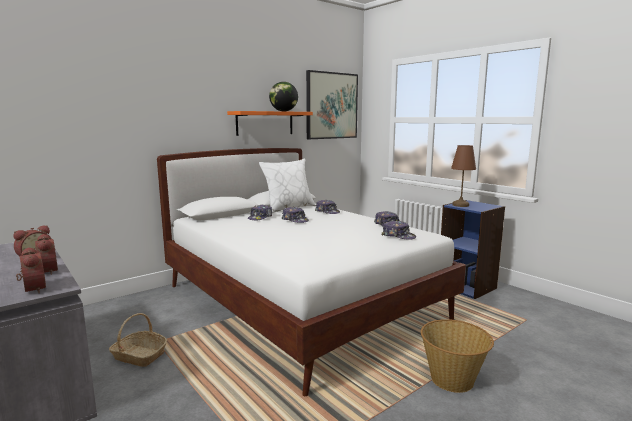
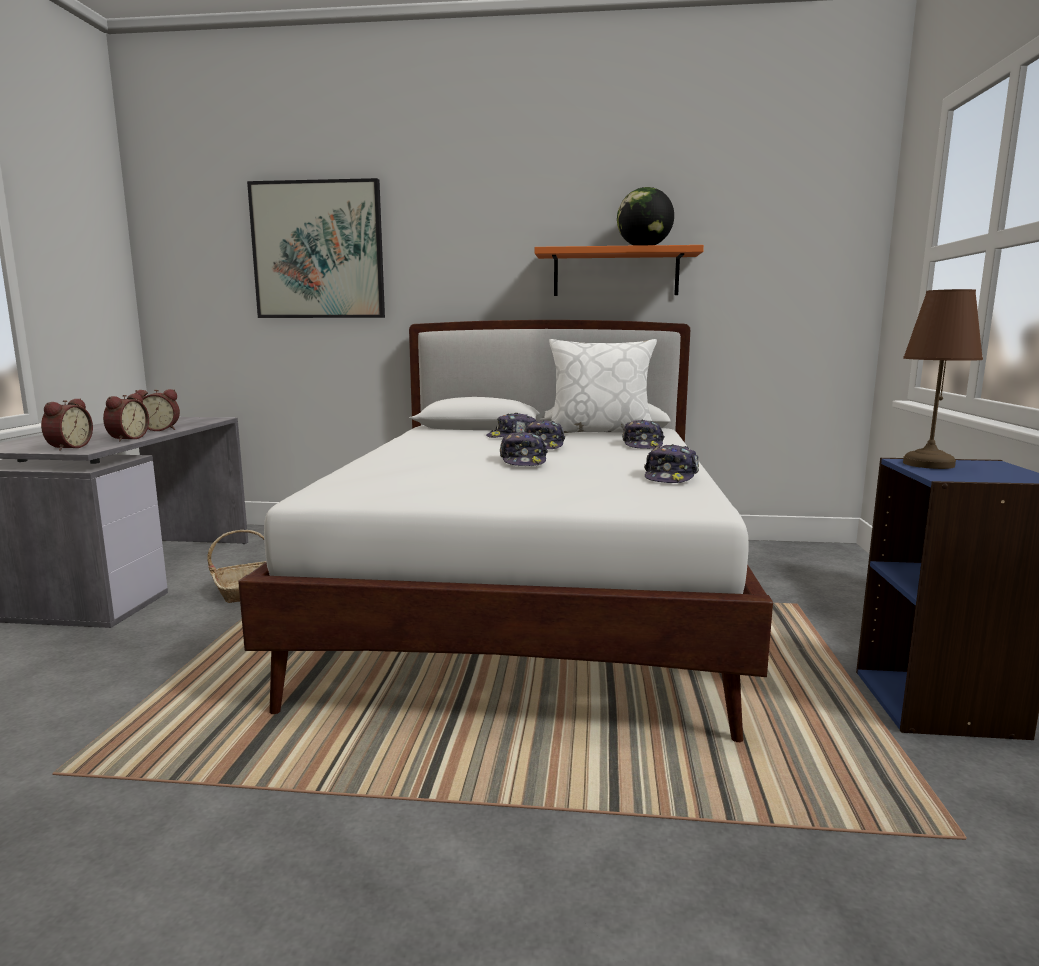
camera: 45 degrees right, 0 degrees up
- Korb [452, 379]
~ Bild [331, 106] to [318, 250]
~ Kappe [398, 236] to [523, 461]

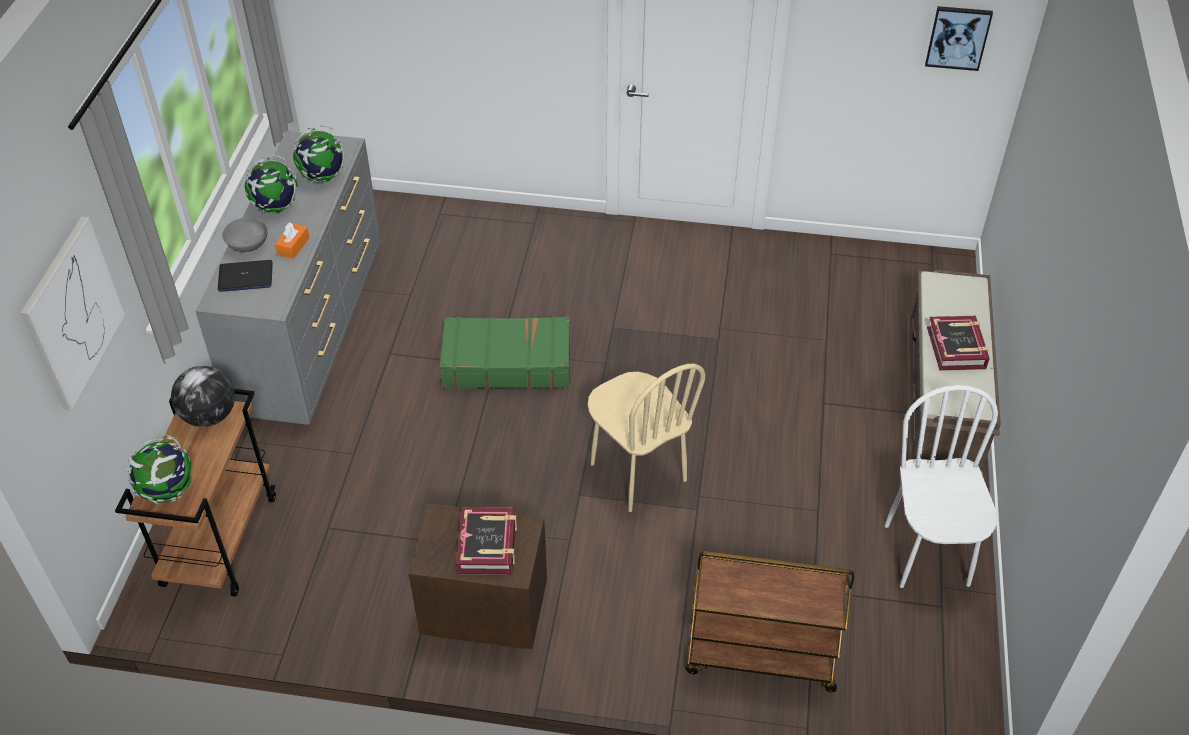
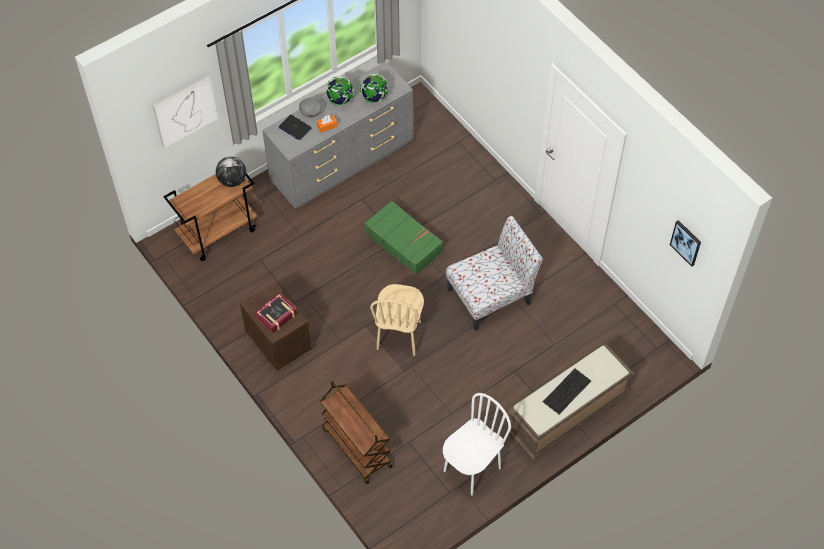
camera: 45 degrees right, 10 degrees up
- Globus [168, 490]
+ Stuhl [491, 296]
~ Buch [957, 348] to Tastatur [566, 391]

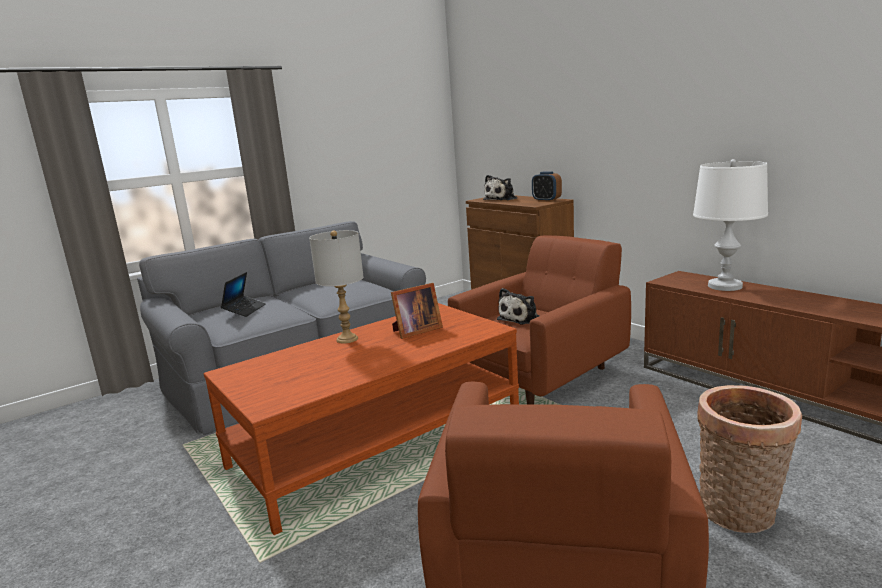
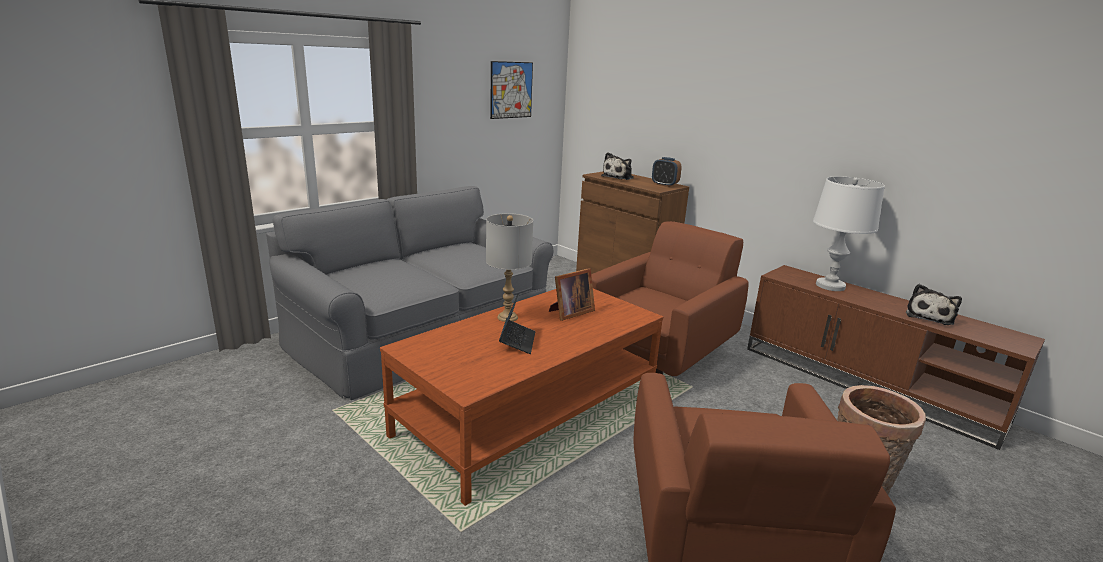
camera: 10 degrees left, 5 degrees up
+ Bild [511, 90]
~ Laptop [244, 310] to [517, 341]
~ Plüschtier [521, 318] to [929, 316]

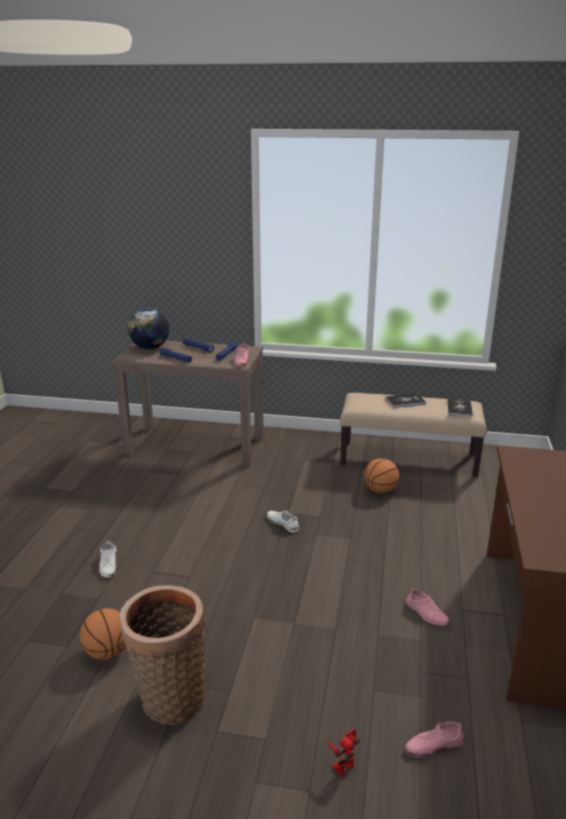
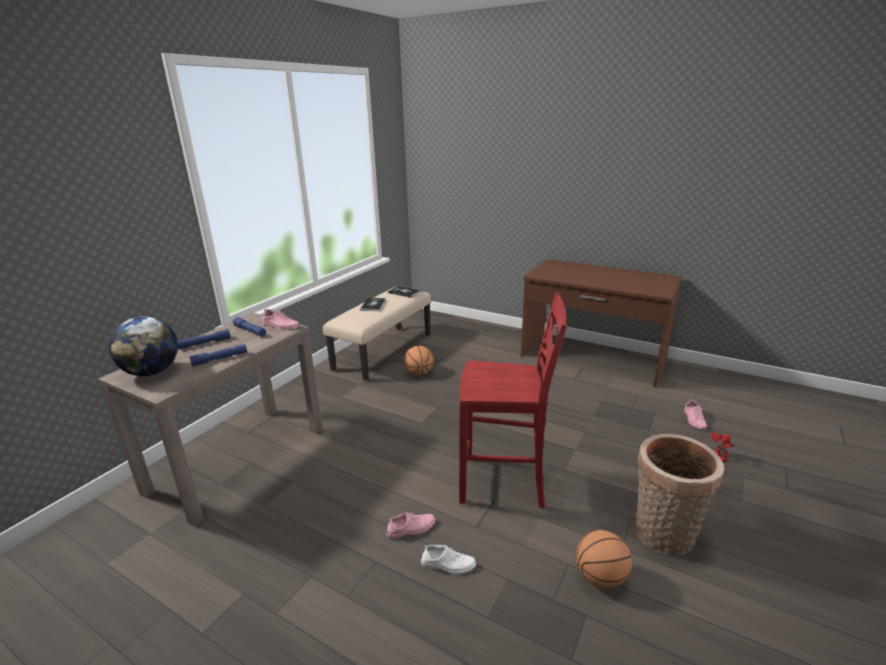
camera: 70 degrees left, 0 degrees up
- Schuh [weiß] [282, 523]
+ Stuhl [rot] [505, 483]
~ Schuh [rosa] [426, 613] to [411, 528]

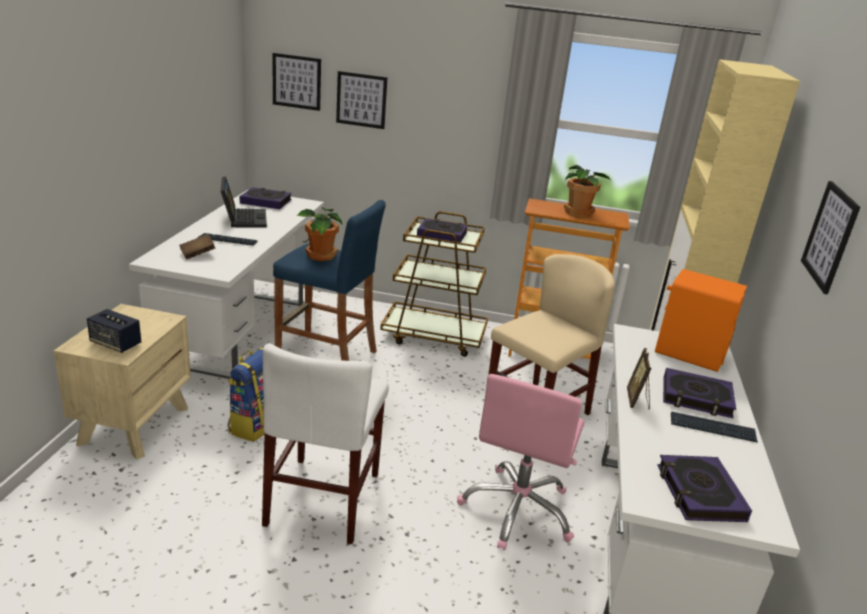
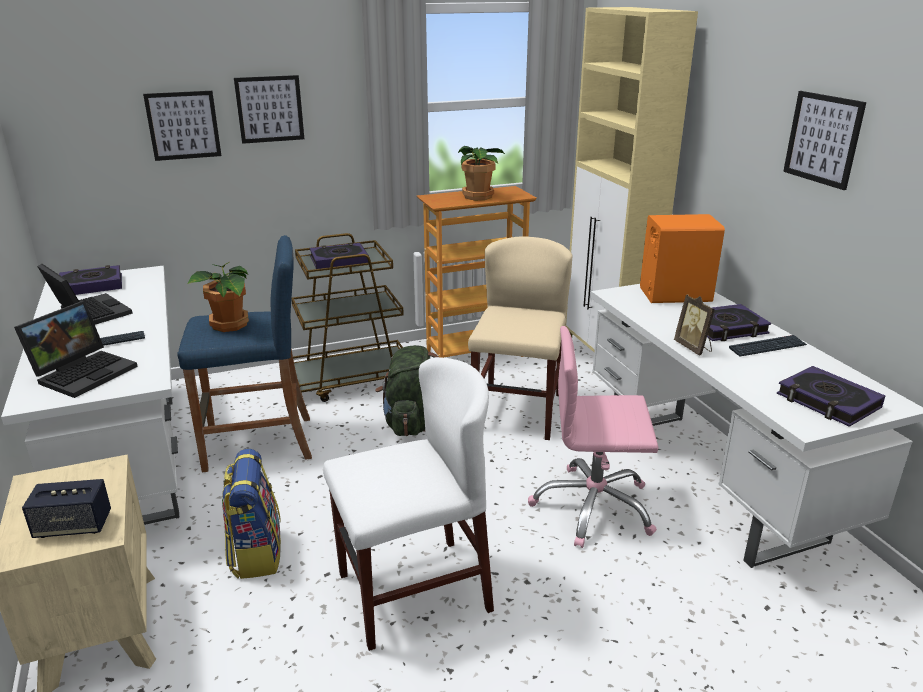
camera: 30 degrees left, 0 degrees up
+ Rucksack [grün] [412, 423]
~ Bild [296, 81] to [269, 109]
~ Buch [braun] [197, 254] to Laptop [85, 372]
~ Stuhl [weiß] [323, 498] = [413, 592] 90 degrees counterclockwise
~ Bürostuhl [rosa] [518, 510] = [593, 507] 105 degrees clockwise

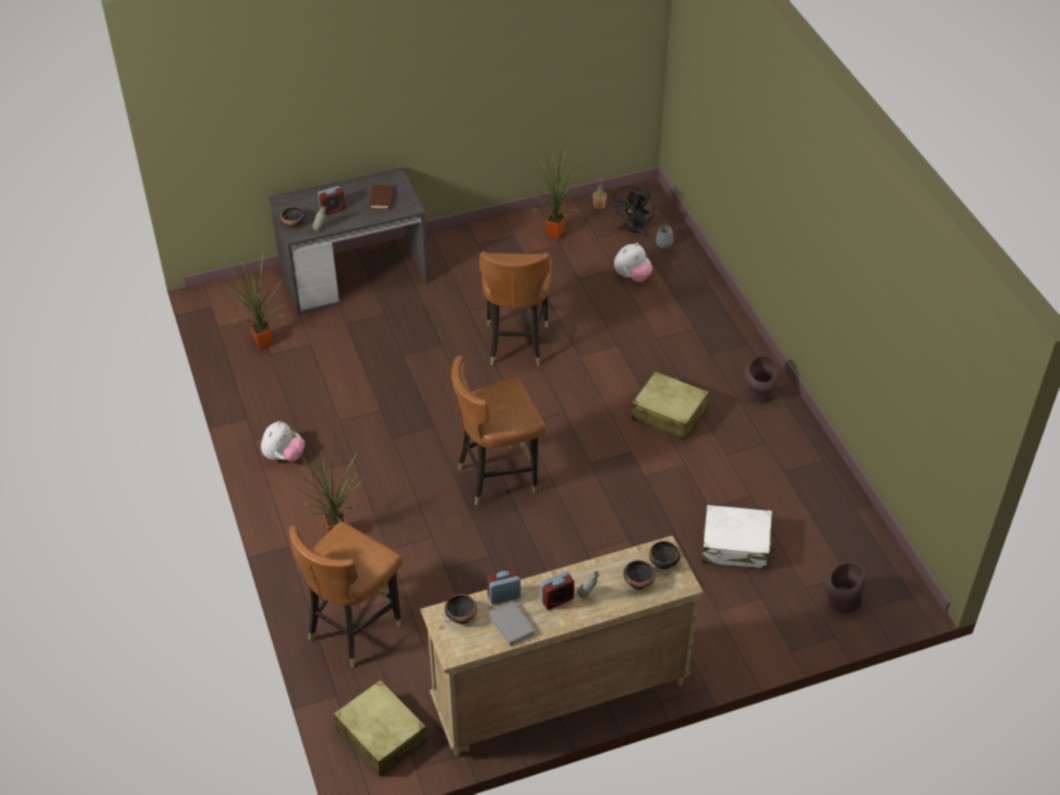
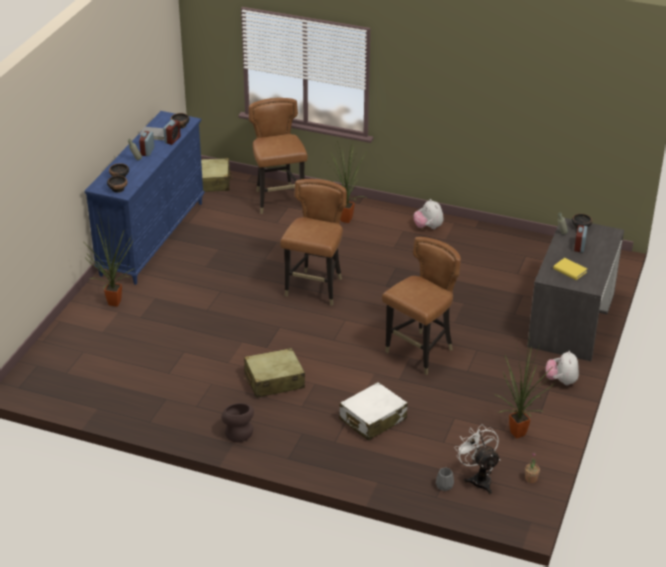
camera: 130 degrees right, 10 degrees down
- Vase [braun] [840, 600]
~ Topfpflanze [260, 345] to [116, 302]
~ Plüschtier [632, 277] to [561, 381]
~ Koffer [weiß] [736, 545] to [372, 419]
~ Buch [braun] [382, 199] to Buch [gelb] [569, 270]
~ Kommode [beige] [559, 694] to Kommode [blau] [153, 238]
~ Ventilator [schwarz] [633, 231] to Ventilator [weiß] [478, 478]
~ Stuhl [braun] [516, 343] = [420, 353] 90 degrees clockwise

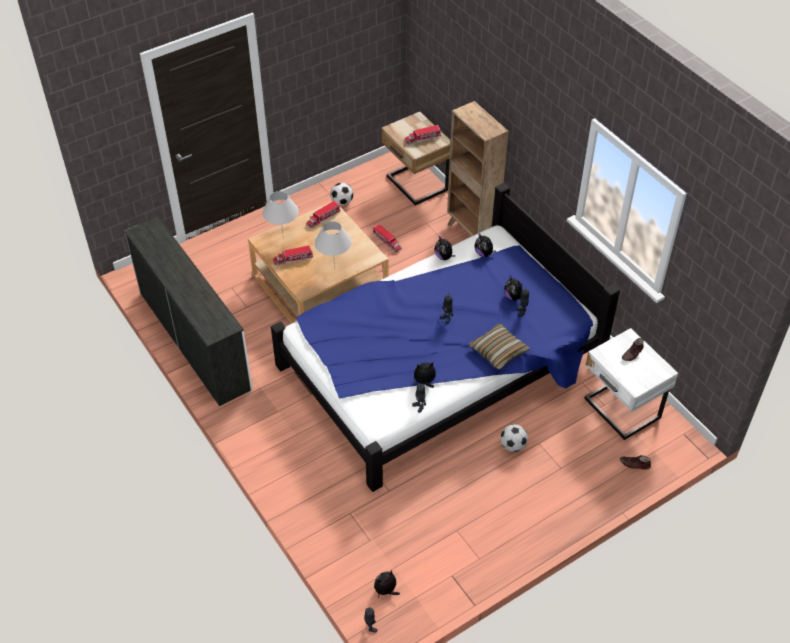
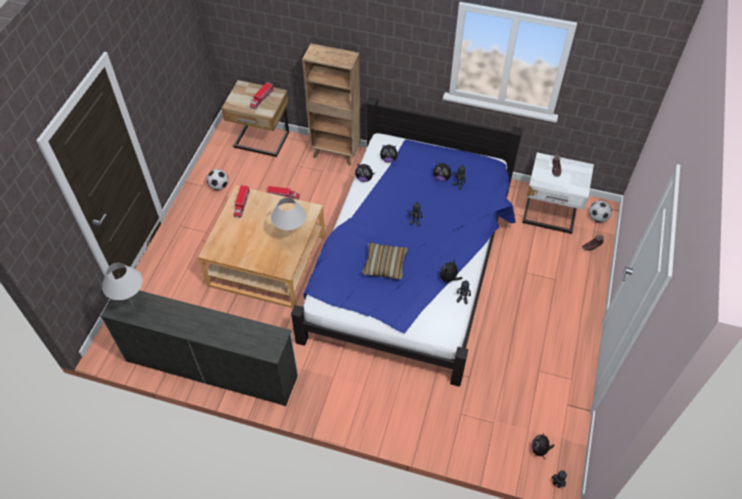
camera: 40 degrees left, 5 degrees up
- Spielzeuglaster [293, 259]
~ Tischlampe [weiß] [283, 239] to [132, 305]
~ Kissen [498, 351] to [385, 265]
~ Fußball [513, 446] to [597, 218]

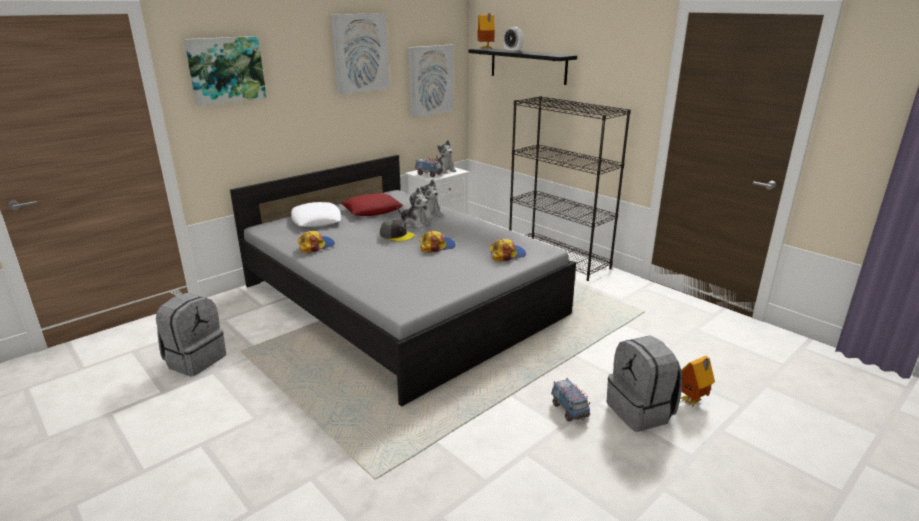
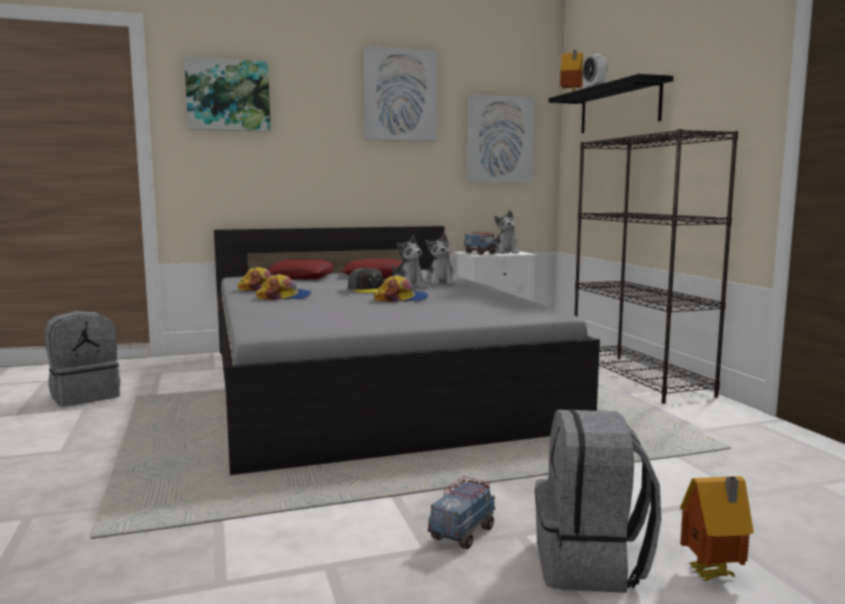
camera: 25 degrees right, 15 degrees down
~ Kappe [507, 254] to [285, 297]
~ Kissen [weiß] [316, 220] to Kissen [rot] [302, 277]
~ Spielzeuglaster [569, 410] = [462, 533] 150 degrees counterclockwise

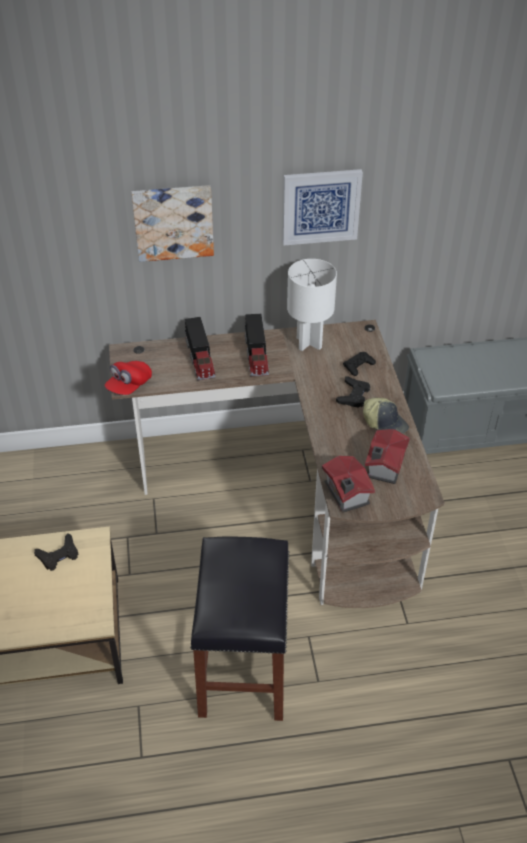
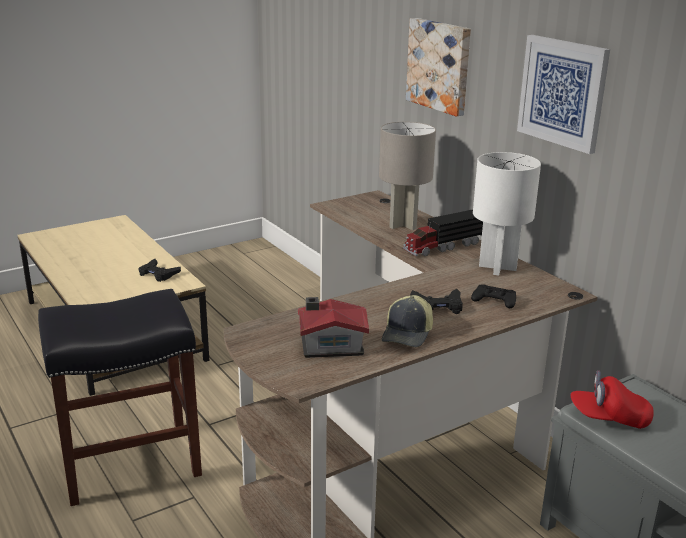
camera: 65 degrees right, 20 degrees down
- Spielzeughaus [346, 495]
~ Kappe [rot] [129, 386] to [609, 418]
~ Spielzeuglaster [200, 358] to Tischlampe [grau] [404, 224]

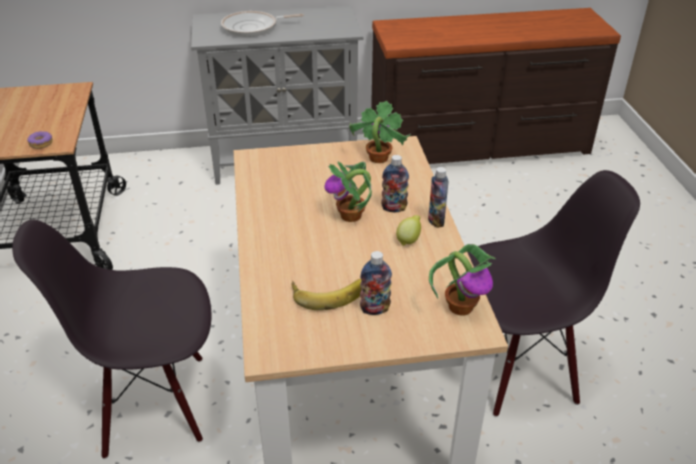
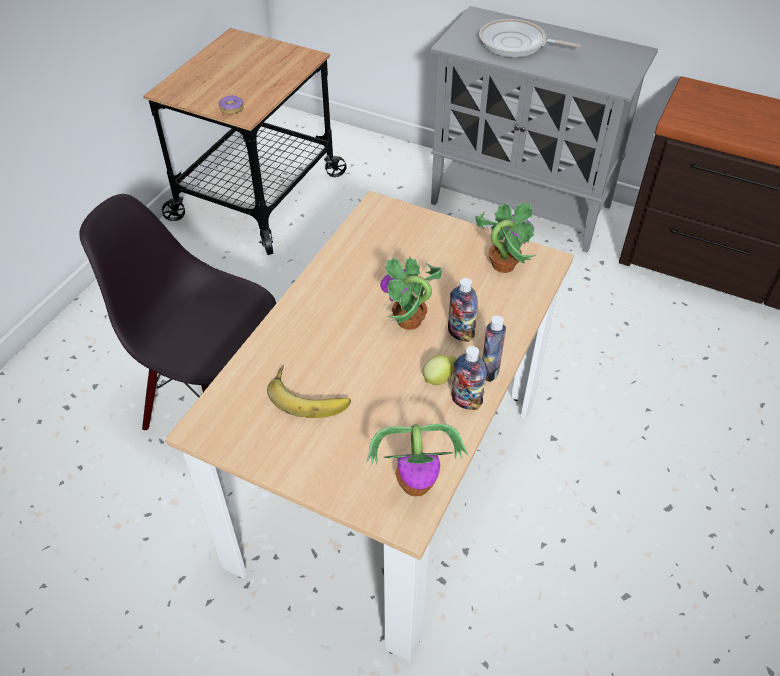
camera: 35 degrees right, 10 degrees up
- Stuhl [schwarz] [515, 368]
~ Flasche [375, 309] to [466, 401]

